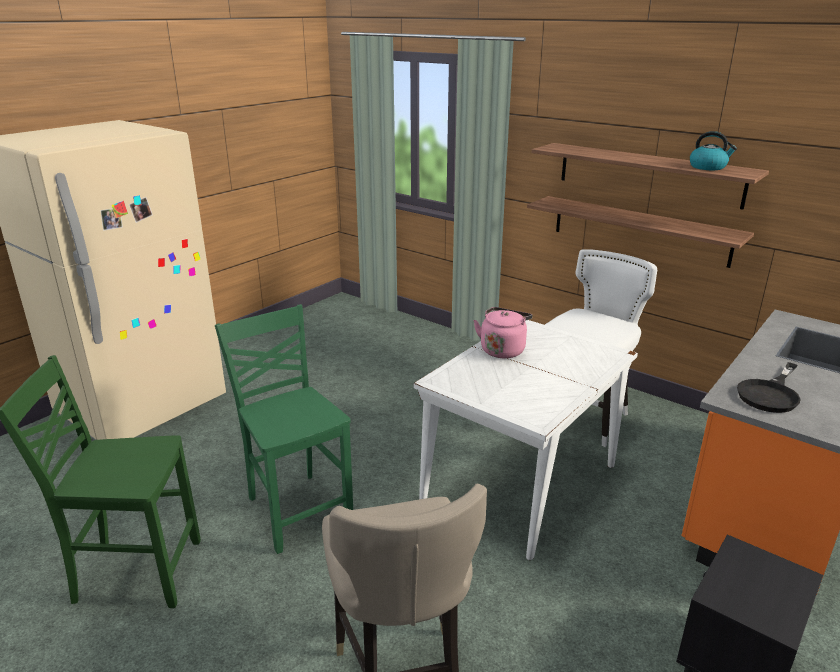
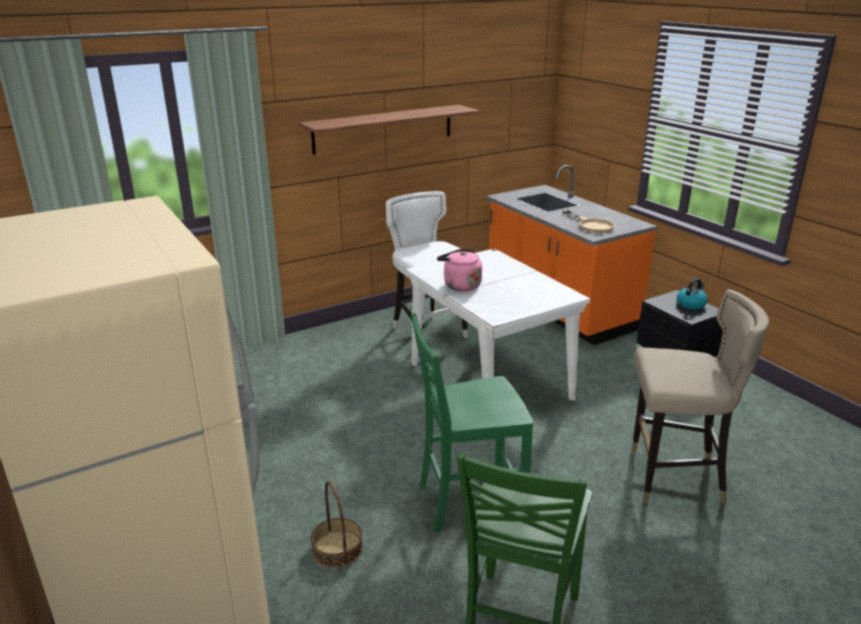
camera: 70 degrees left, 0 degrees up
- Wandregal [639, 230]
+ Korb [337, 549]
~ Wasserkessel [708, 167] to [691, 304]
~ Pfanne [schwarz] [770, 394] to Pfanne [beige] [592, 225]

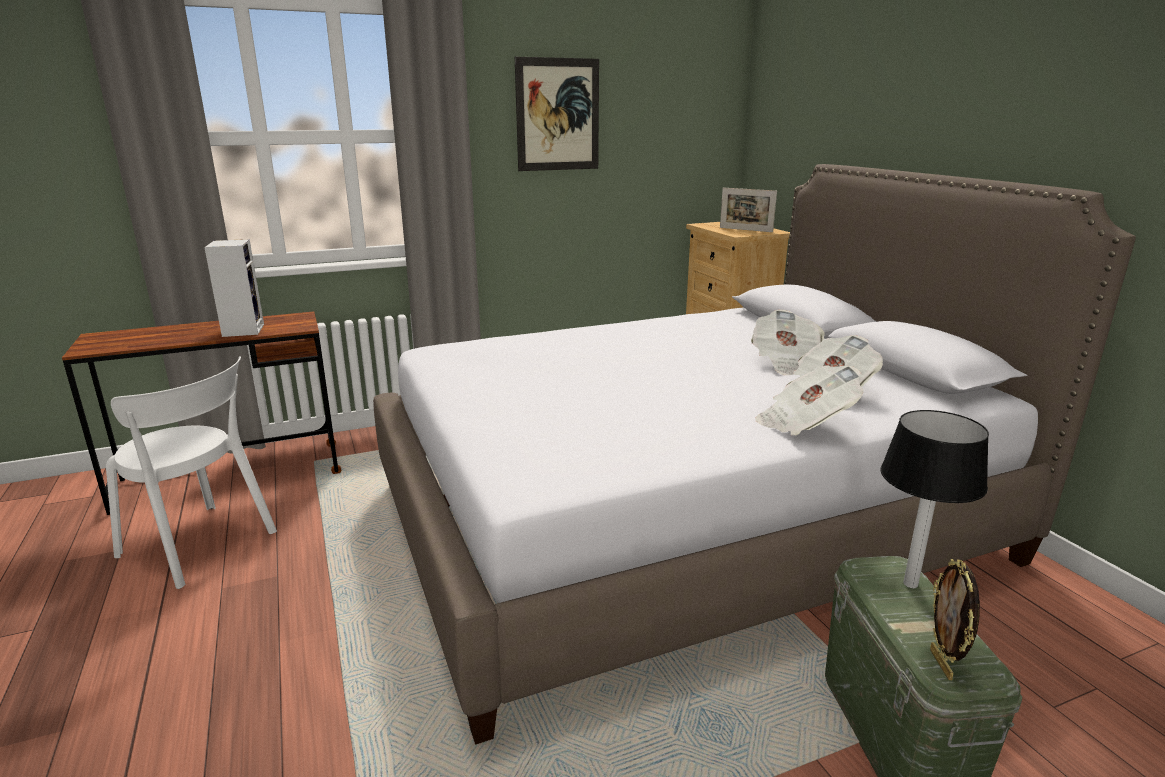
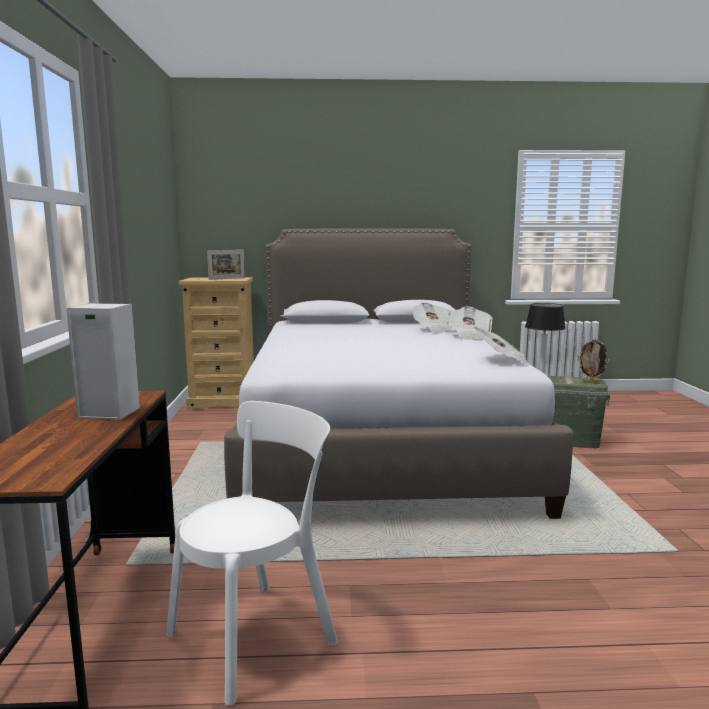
camera: 70 degrees left, 10 degrees down
- Bild [558, 115]
~ Zeitung [786, 362] to [501, 360]

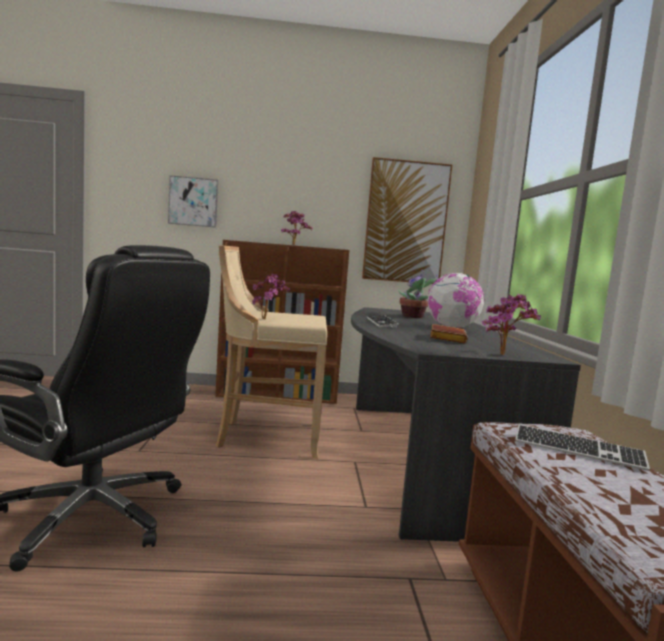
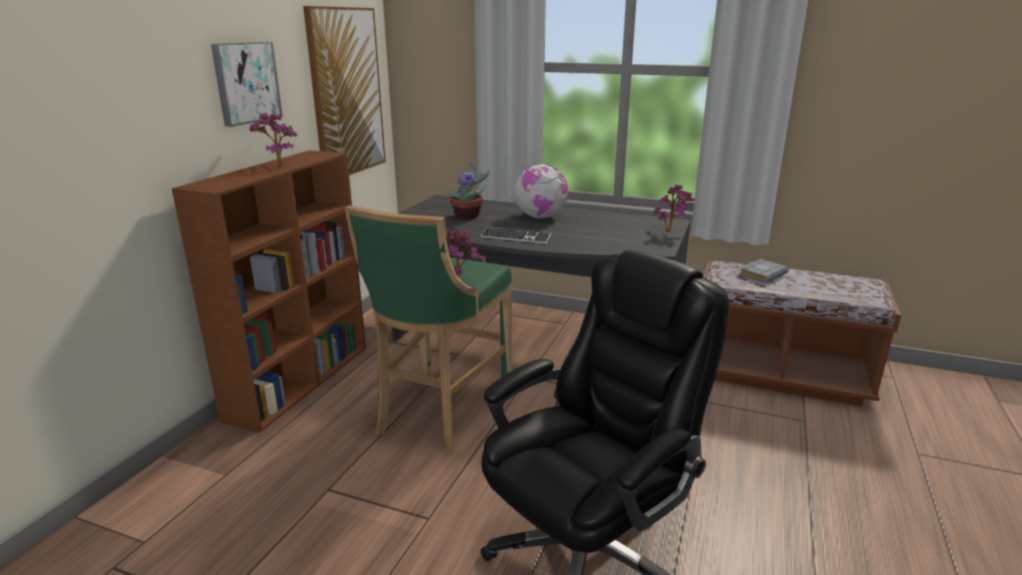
camera: 65 degrees left, 15 degrees up
- Buch [braun] [446, 338]
~ Bild [193, 202] to [246, 82]
~ Tastatur [578, 450] to Buch [grau] [761, 274]
~ Hocker [beige] [267, 437] to Hocker [grün] [439, 415]

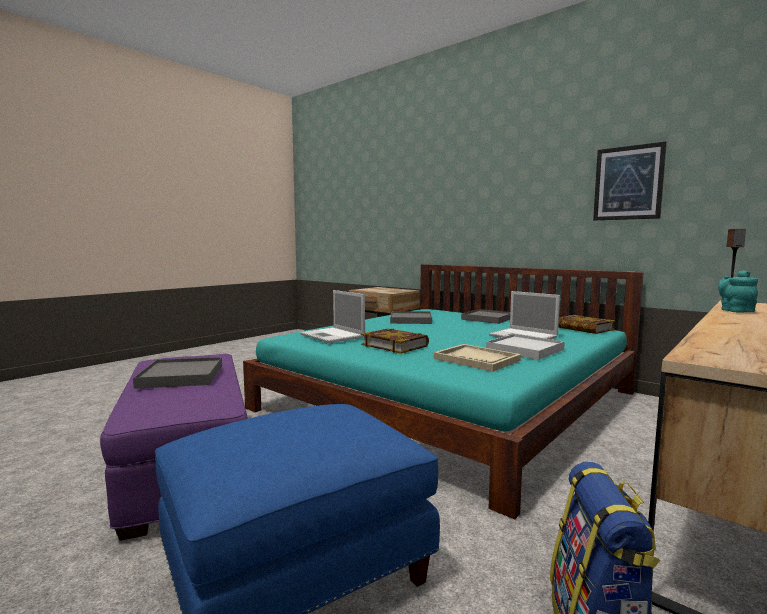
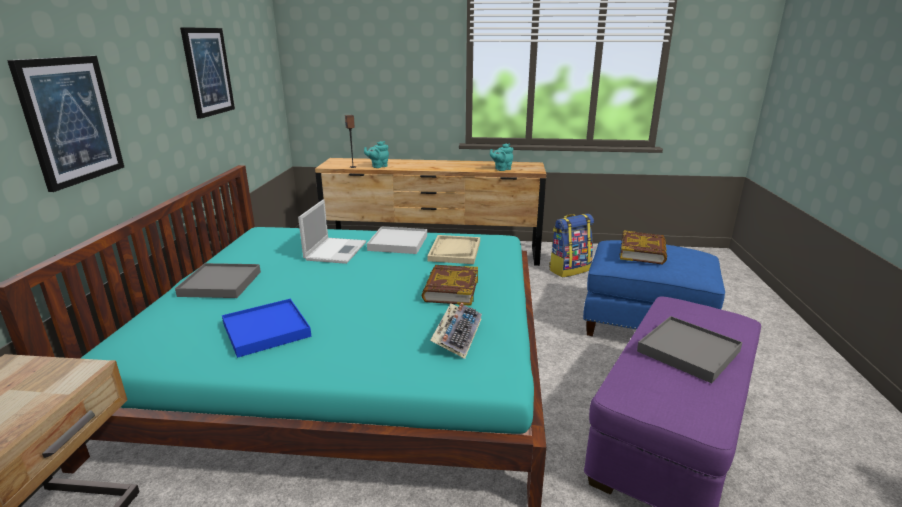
camera: 125 degrees left, 15 degrees up
+ Bild [71, 120]
+ Teekanne [türkis] [501, 169]
~ Buch [583, 328] to [643, 252]
~ Laptop [333, 336] to Tastatur [457, 334]
~ Tablett [grau] [411, 320] to Tablett [blau] [266, 330]

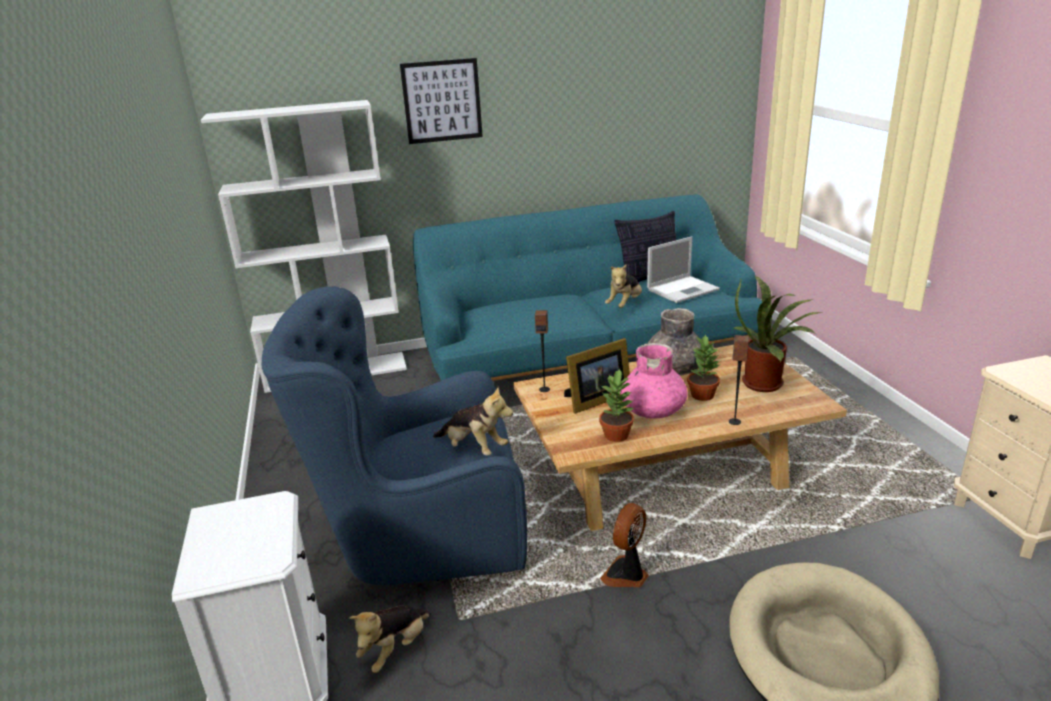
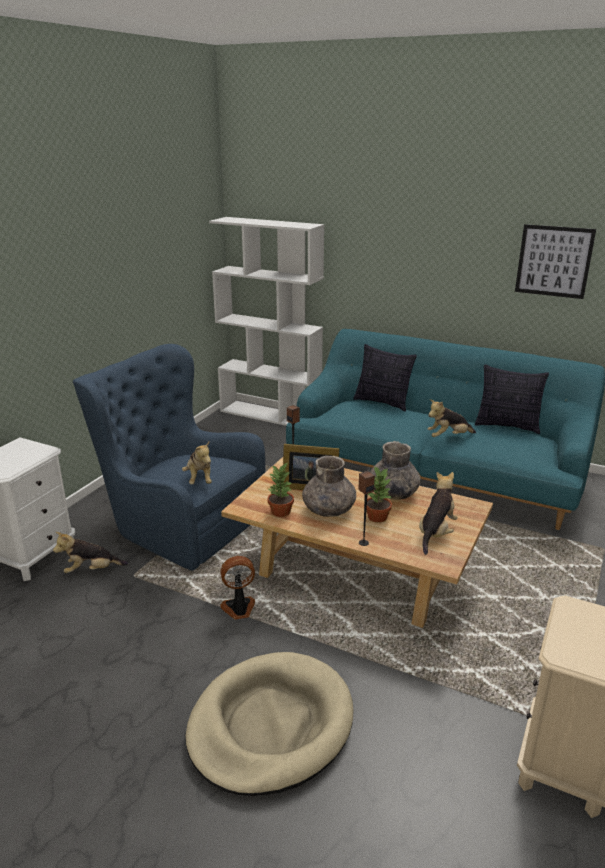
camera: 40 degrees right, 0 degrees up
- Laptop [683, 289]
+ Kissen [382, 403]
~ Bild [442, 101] to [554, 261]
~ Topfpflanze [767, 384] to Plüschtier [436, 533]
~ Vase [rosa] [653, 410] to Vase [grau] [329, 510]

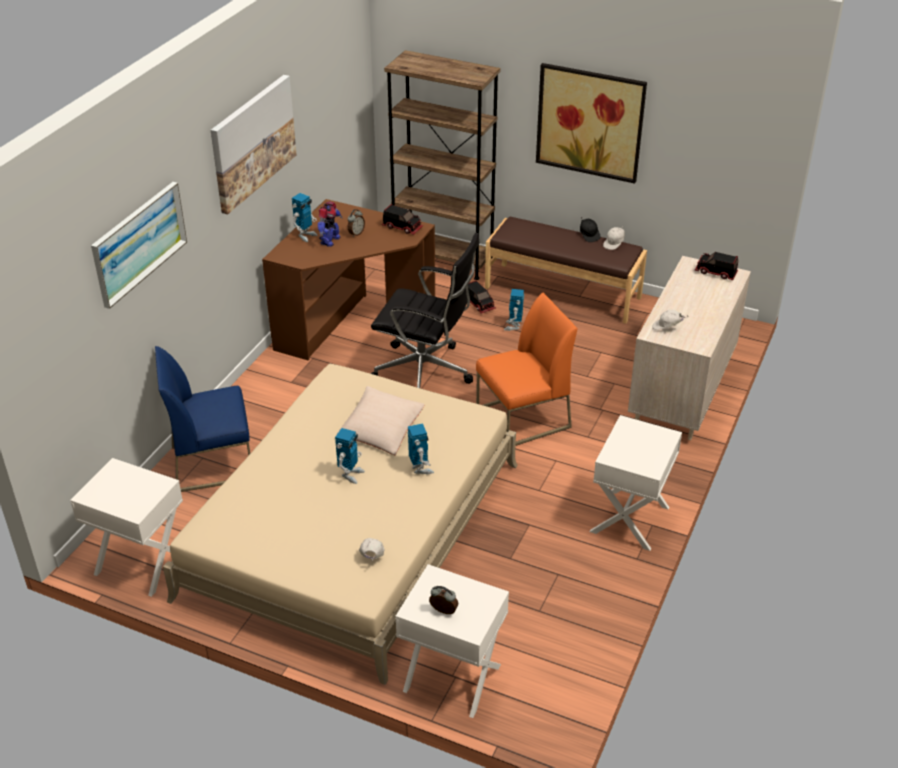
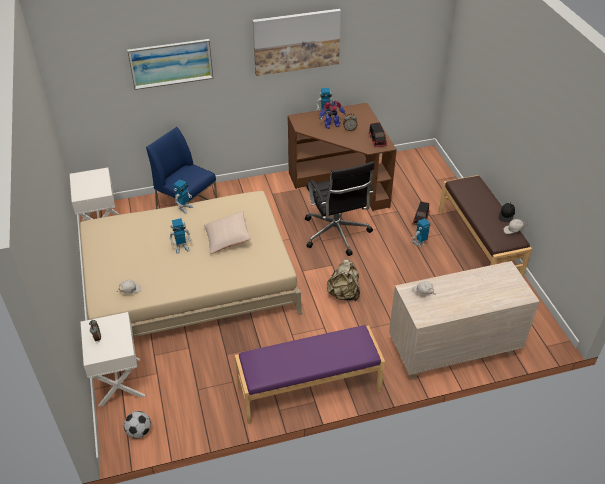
camera: 50 degrees right, 5 degrees up
- Bücherregal [braun] [443, 259]
- Bild [590, 122]
- Spielzeuglaster [715, 273]
+ Fußball [139, 431]
~ Spielzeugroboter [420, 468] to [184, 208]
~ Stuhl [orange] [523, 418] to Rucksack [beige] [344, 294]
~ Nachttisch [weiß] [631, 519] to Bank [lila] [309, 389]

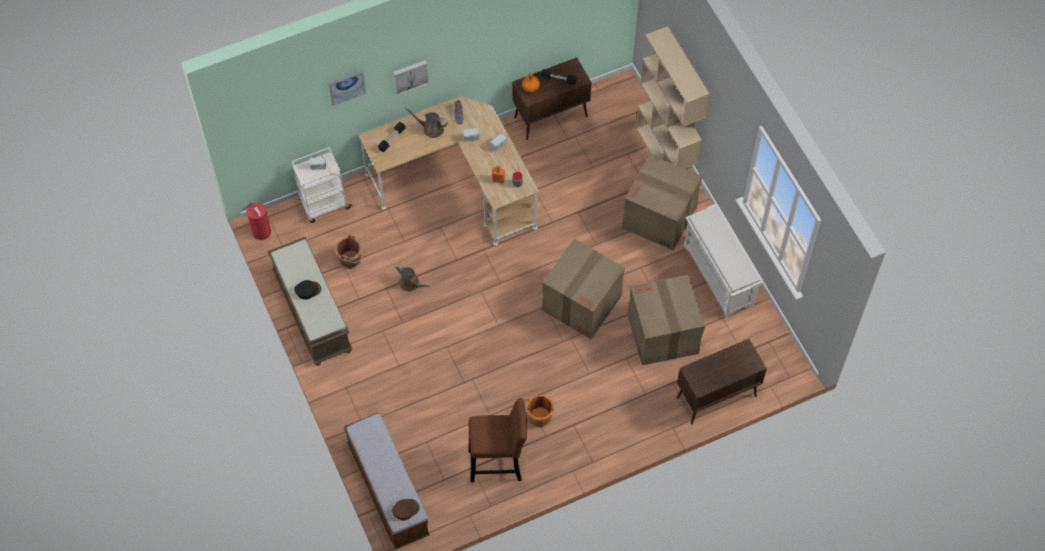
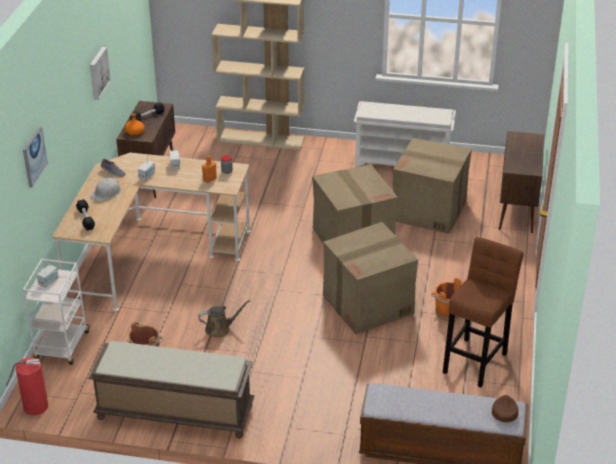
camera: 55 degrees left, 25 degrees down
- Kappe [schwarz] [307, 290]
~ Bild [410, 76] to [98, 72]
~ Karton [660, 217] to [368, 304]
~ Gießkanne [braun] [431, 129] to Schutzhelm [weiß] [106, 193]

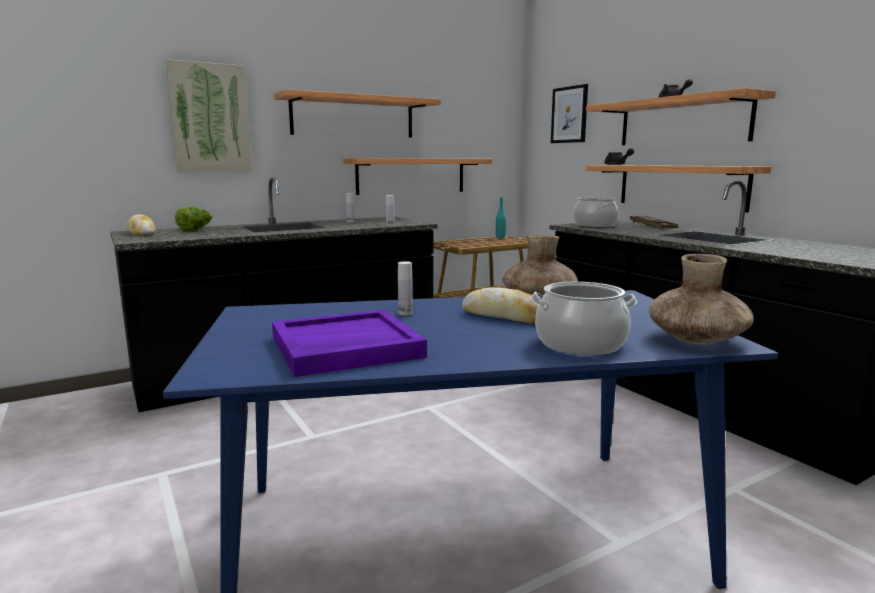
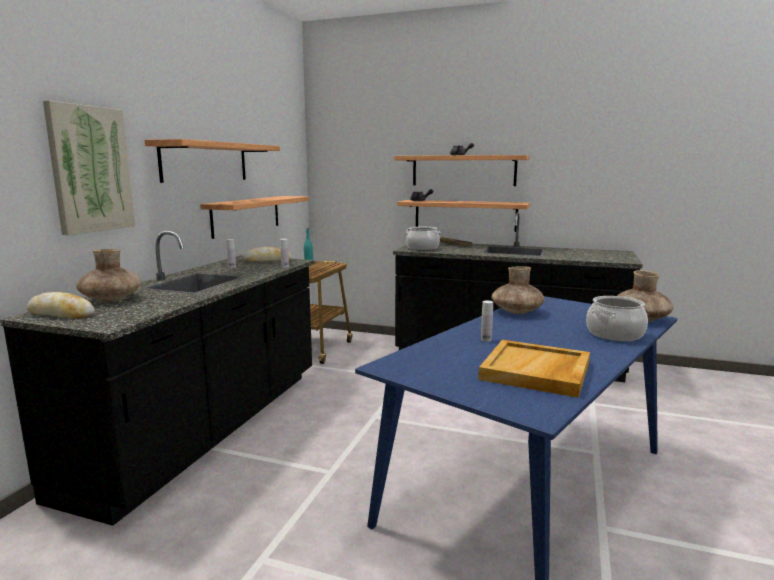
camera: 40 degrees left, 0 degrees up
- Bild [569, 115]
~ Brot [505, 316] to [268, 260]
~ Salatkopf [195, 229] to Vase [braun] [111, 299]
~ Tablett [lila] [345, 347] to Tablett [beige] [536, 372]

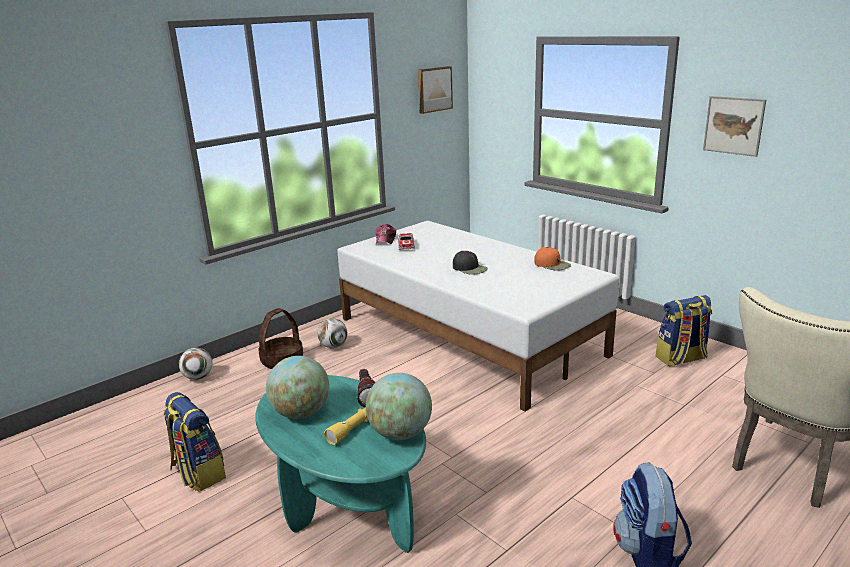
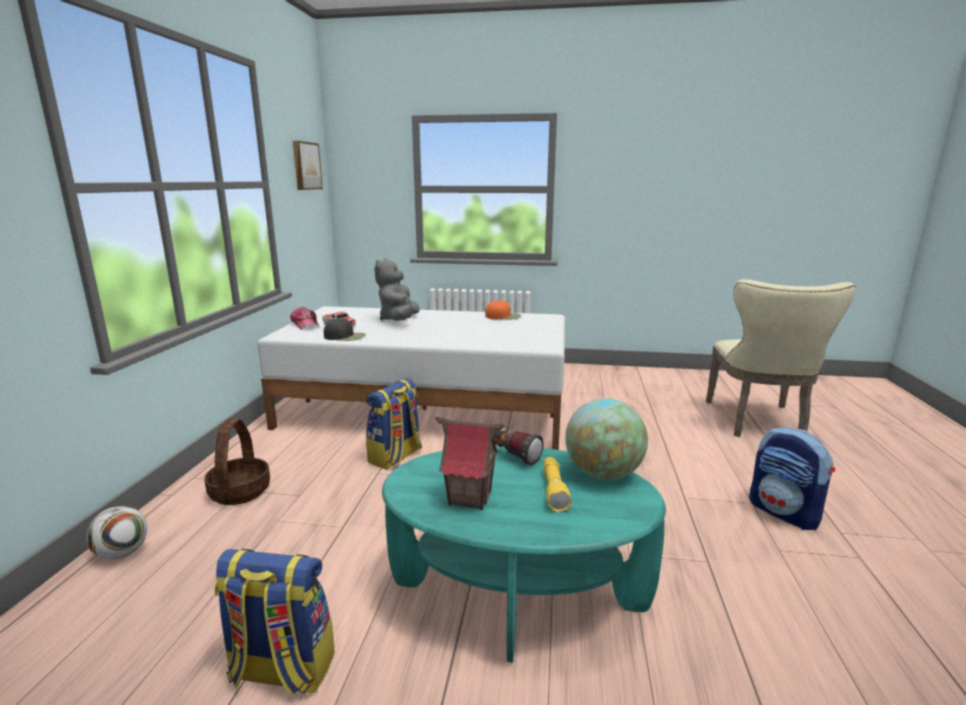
camera: 40 degrees left, 5 degrees down
- Fußball [333, 346]
- Bild [733, 125]
+ Plüschtier [grau] [399, 320]
~ Kappe [schwarz] [470, 268] to [345, 336]
~ Rucksack [681, 359] to [396, 456]
~ Globus [301, 413] to Spielzeughaus [470, 497]

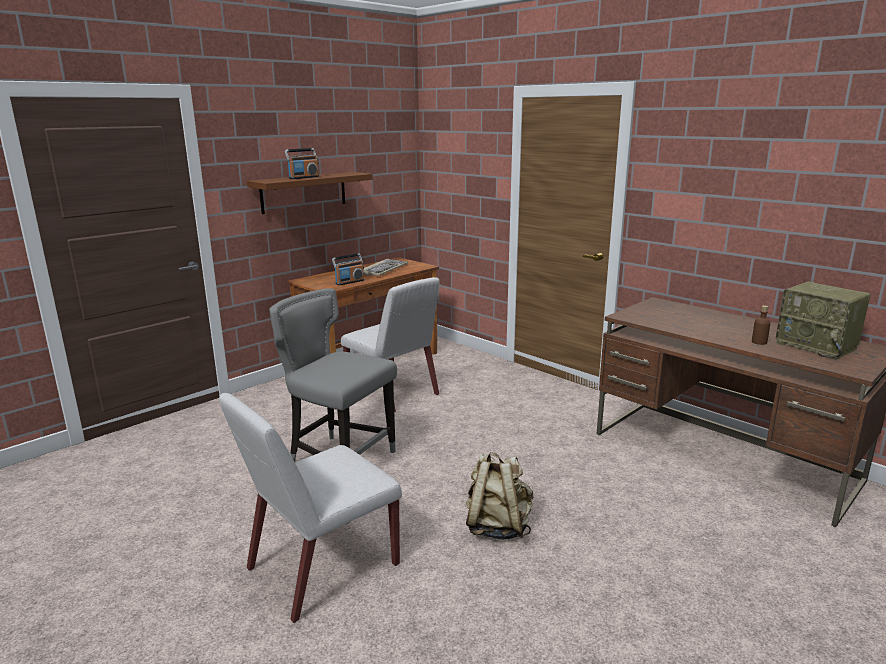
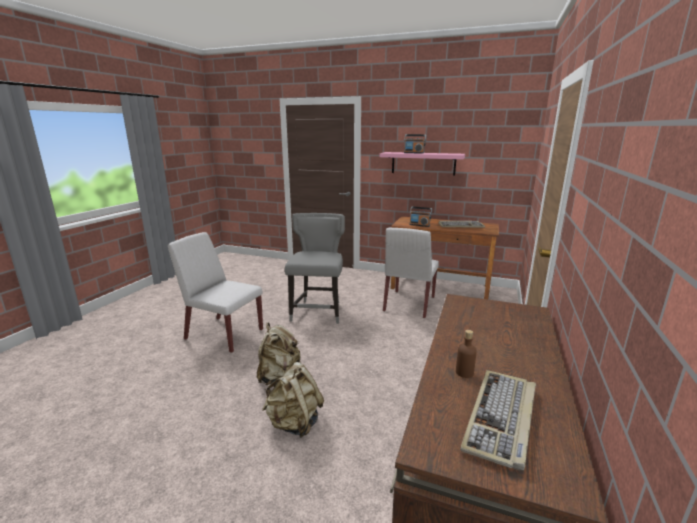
camera: 65 degrees right, 0 degrees up
+ Rucksack [beige] [294, 423]
~ Radio [817, 346] to Tastatur [502, 418]
~ Wandregal [braun] [304, 192] to Wandregal [rosa] [423, 163]

